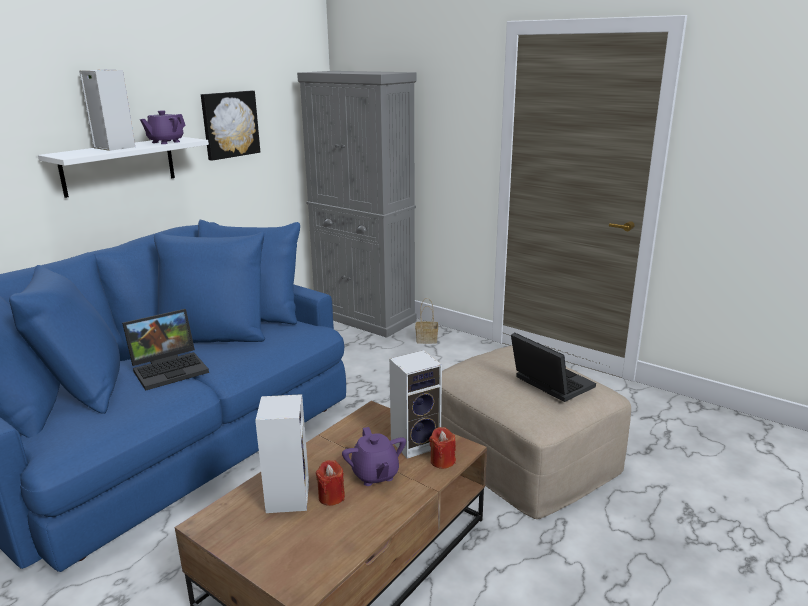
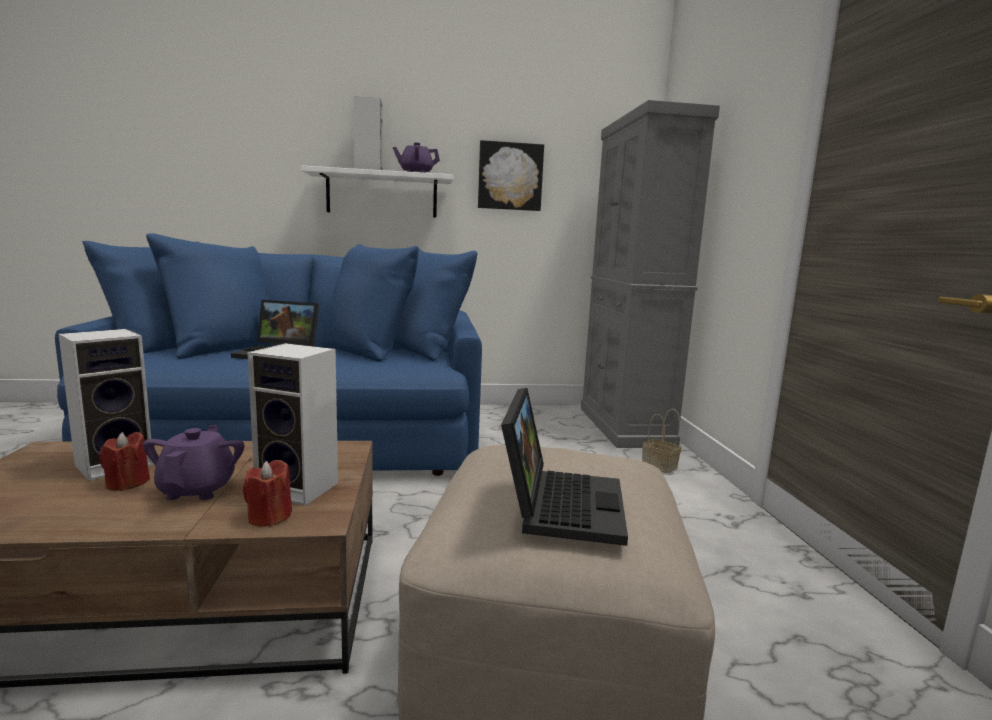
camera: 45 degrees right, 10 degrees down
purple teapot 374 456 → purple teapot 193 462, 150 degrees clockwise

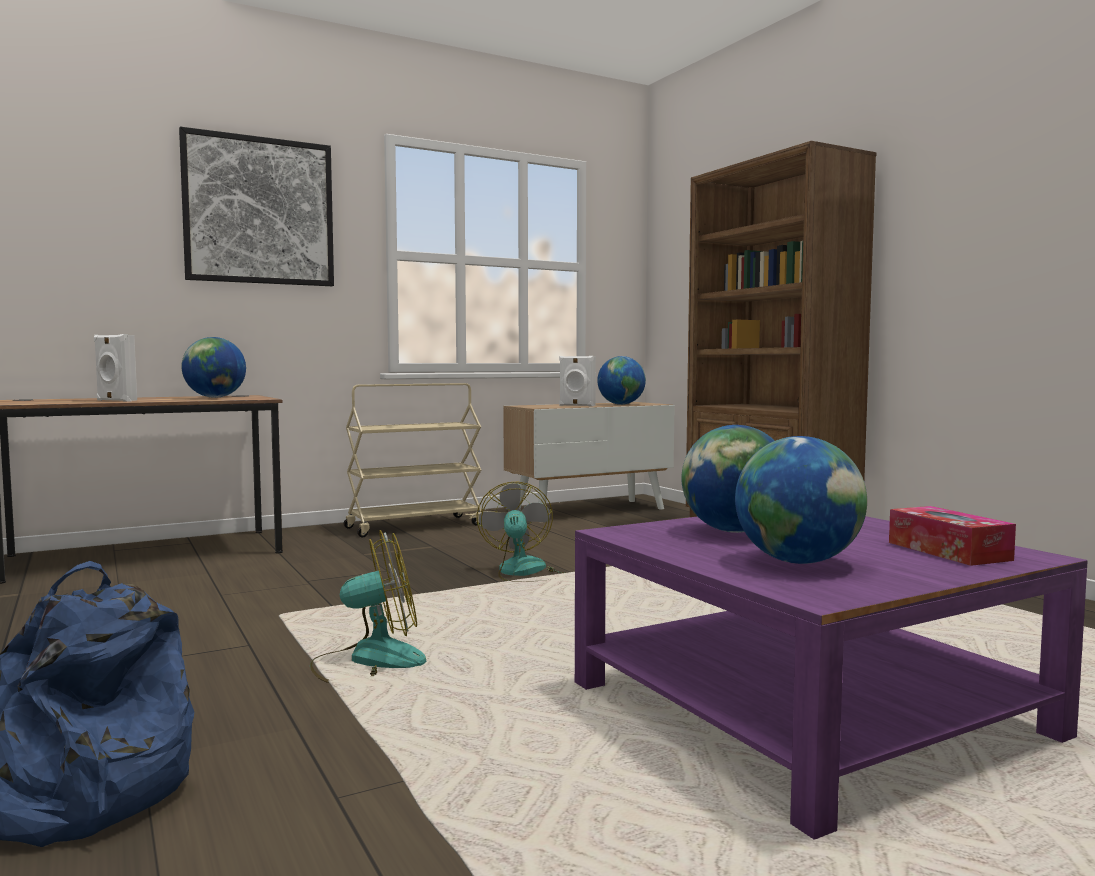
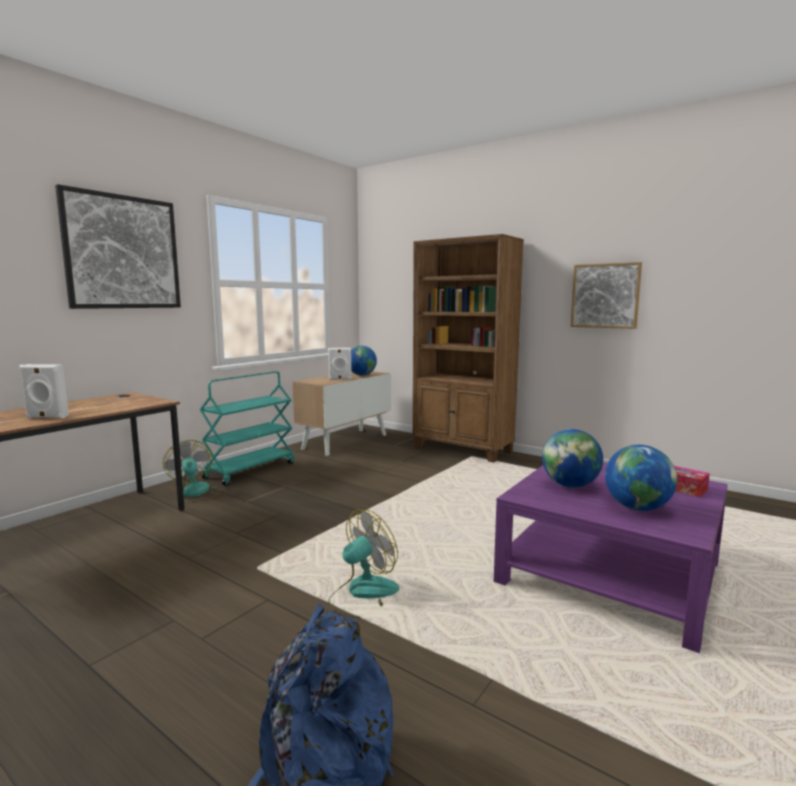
camera: 25 degrees left, 5 degrees up
fan 521 532 → fan 194 471, relocated
beige cart 412 460 → turquoise cart 247 428
- → picture 606 295
globe 213 367 → -

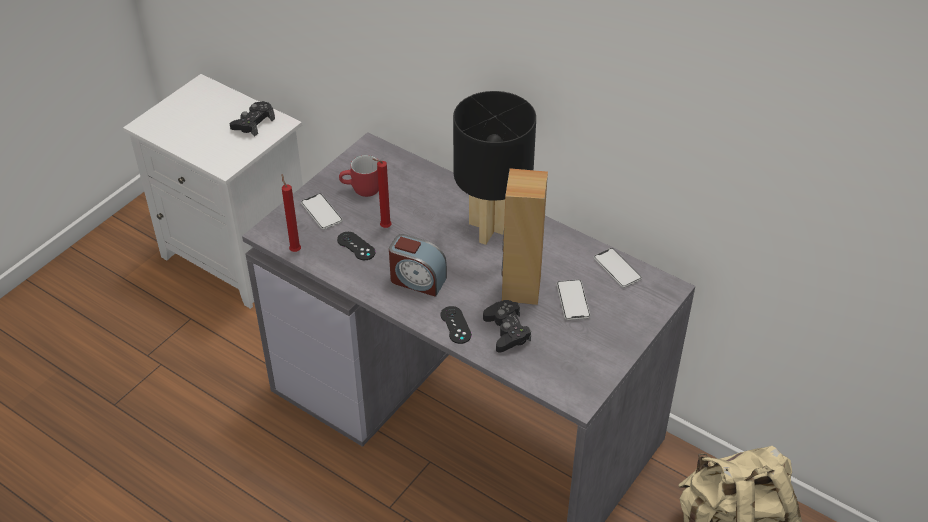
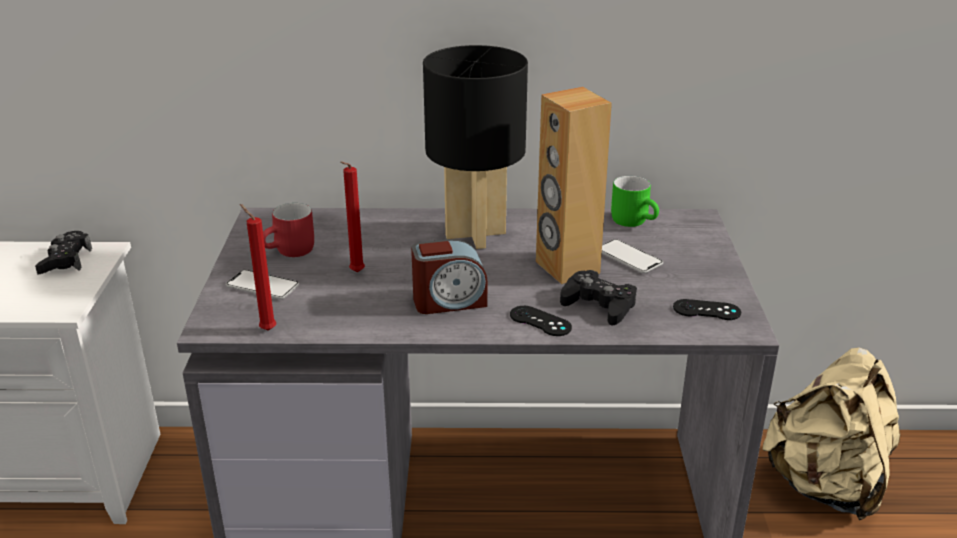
camera: 35 degrees left, 15 degrees down
phone 618 268 → green mug 635 201
black game controller 356 246 → black game controller 707 309, relocated

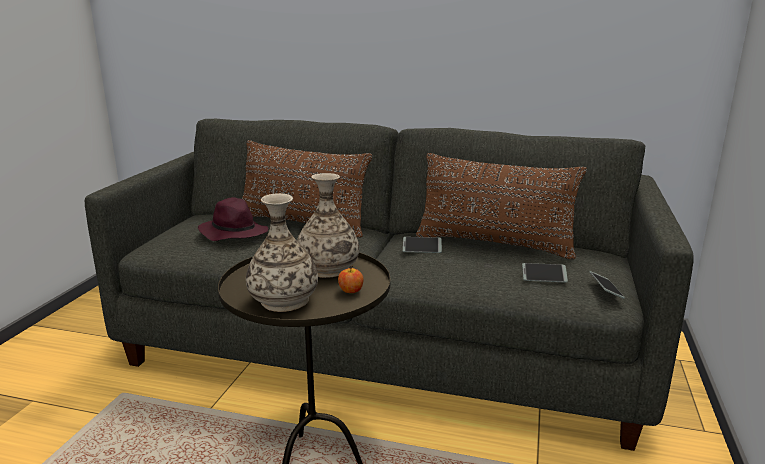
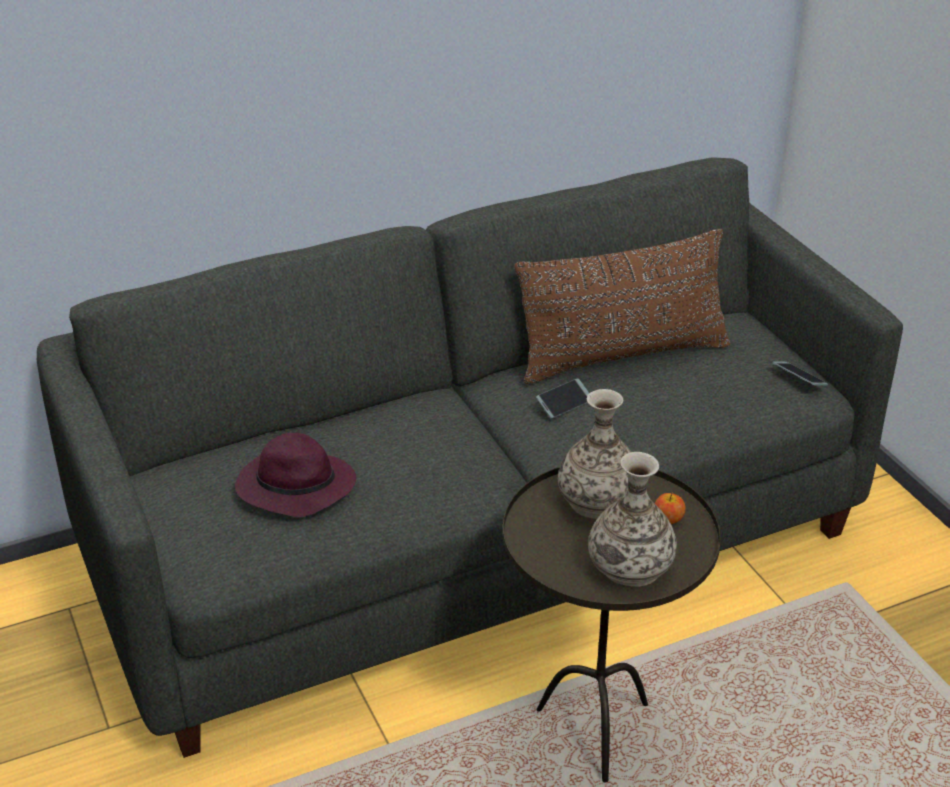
camera: 40 degrees left, 15 degrees up
brown pillow 307 189 → -
phone 545 273 → -

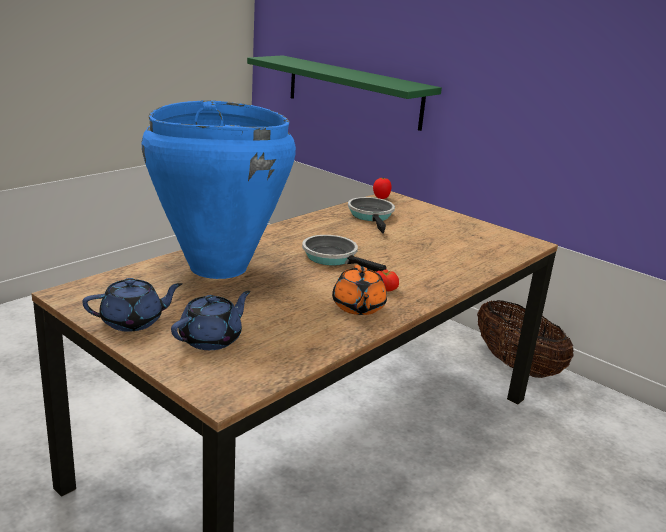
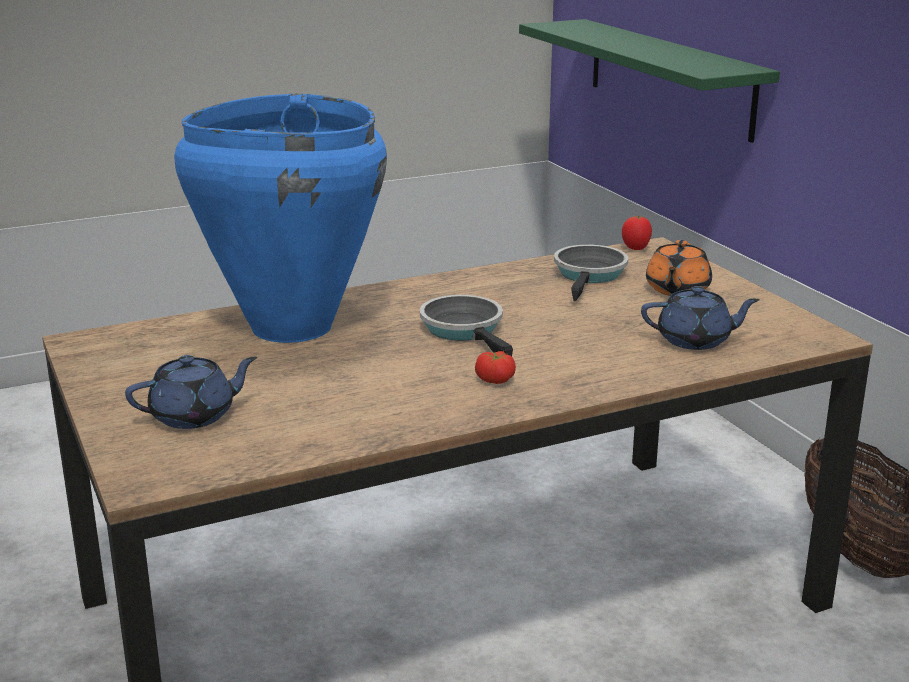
camera: 25 degrees right, 0 degrees up
blue teapot 132 305 → blue teapot 700 318, relocated
orange teapot 359 290 → orange teapot 679 268, relocated

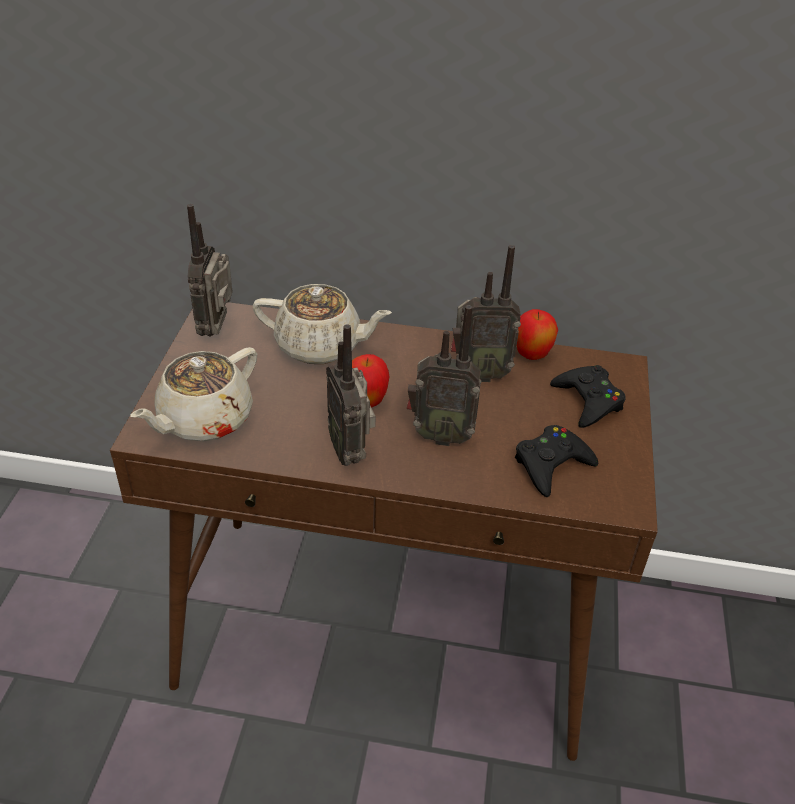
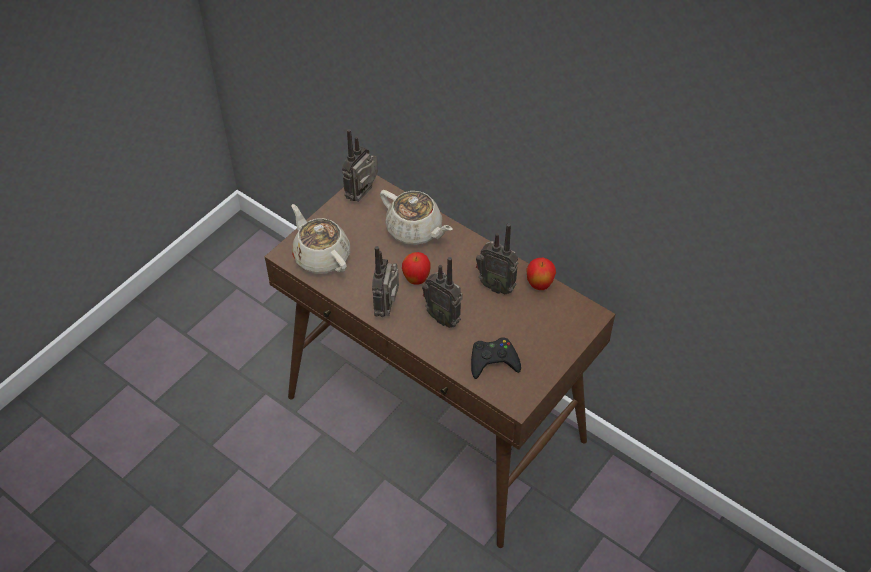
camera: 30 degrees right, 10 degrees up
beige teapot 193 394 → beige teapot 320 239, 75 degrees clockwise
black game controller 588 396 → -

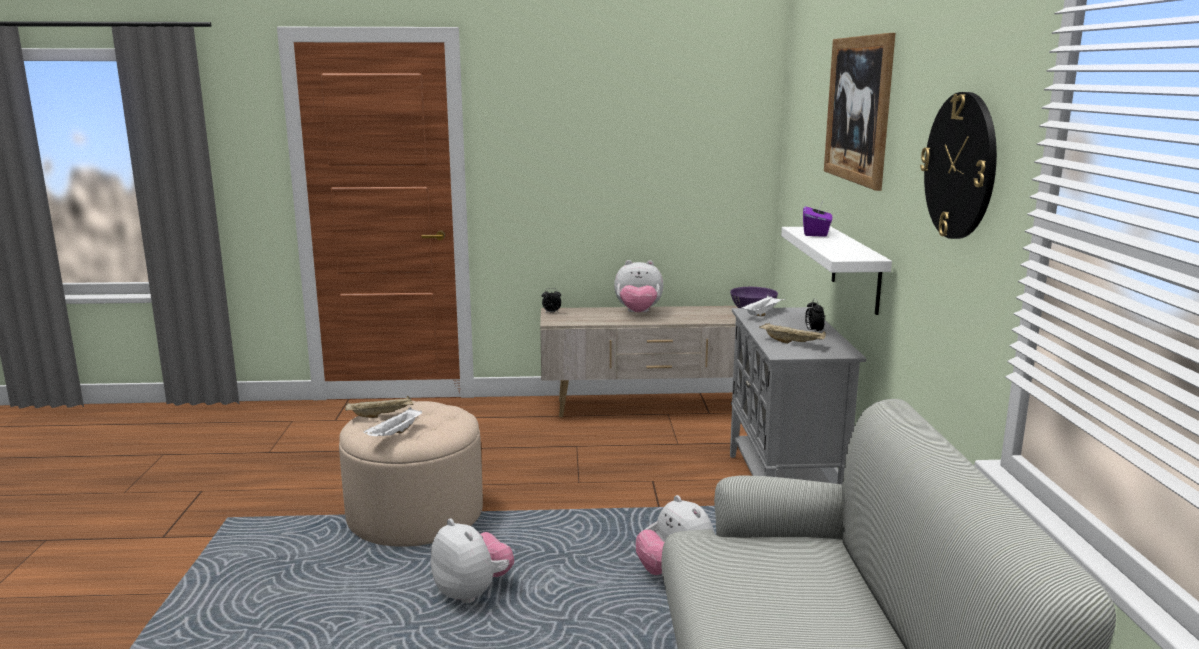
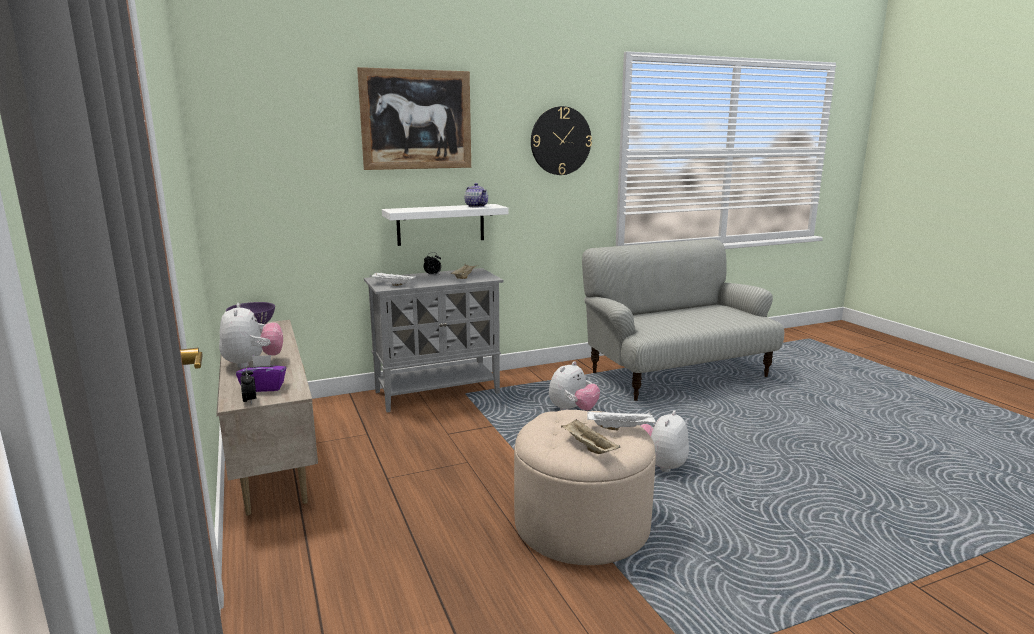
camera: 110 degrees left, 0 degrees up
purple tissue box 817 218 → purple tissue box 261 373, relocated
- → teapot 476 195

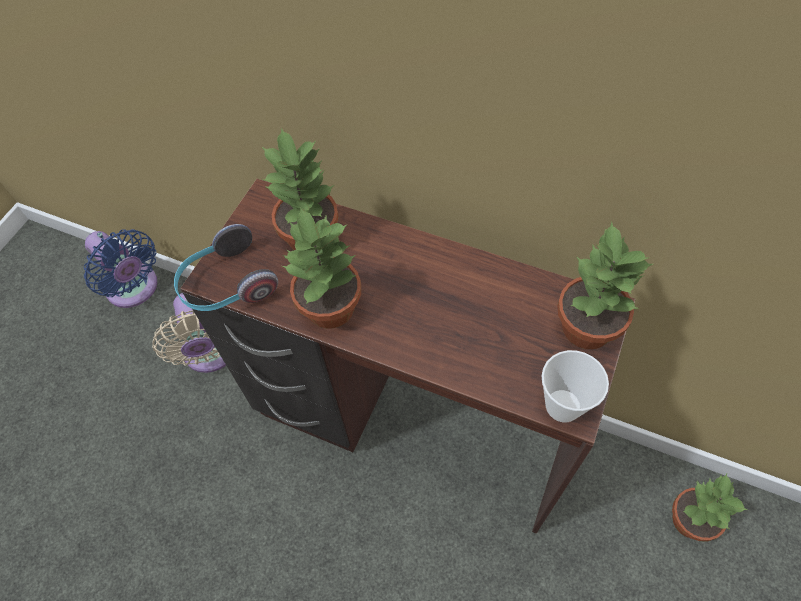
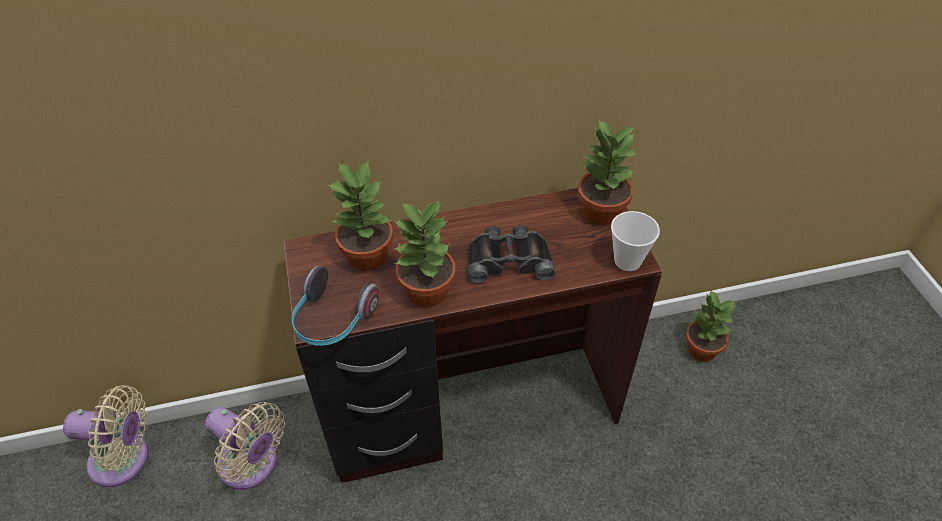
camera: 40 degrees left, 10 degrees down
blue fan 120 268 → beige fan 105 436
- → black binoculars 511 254

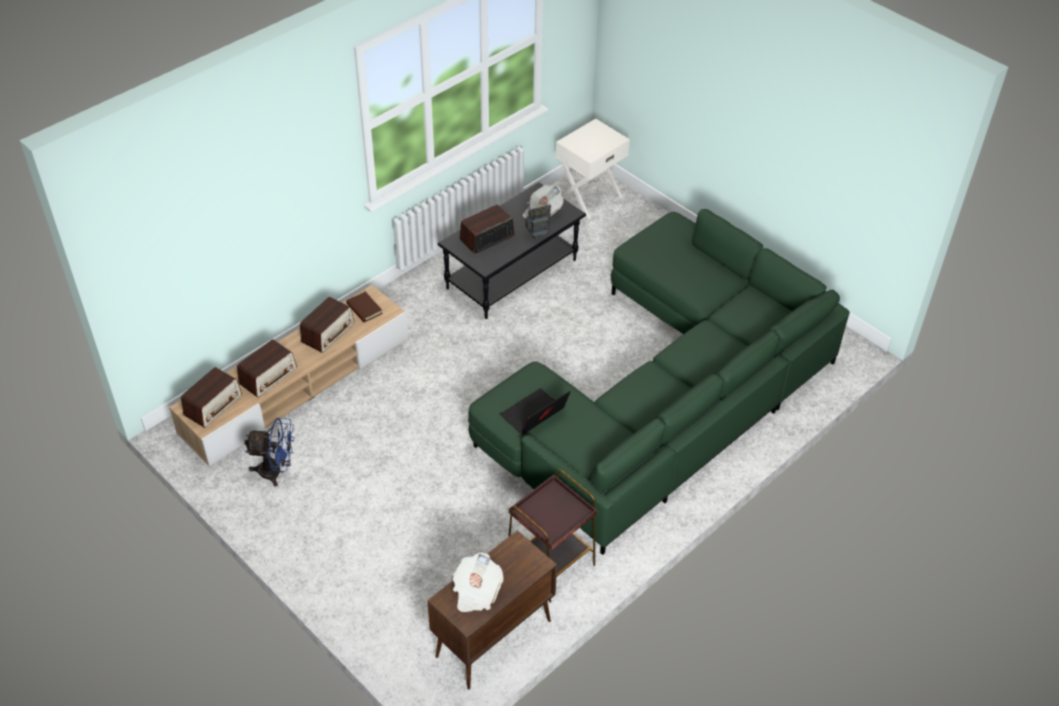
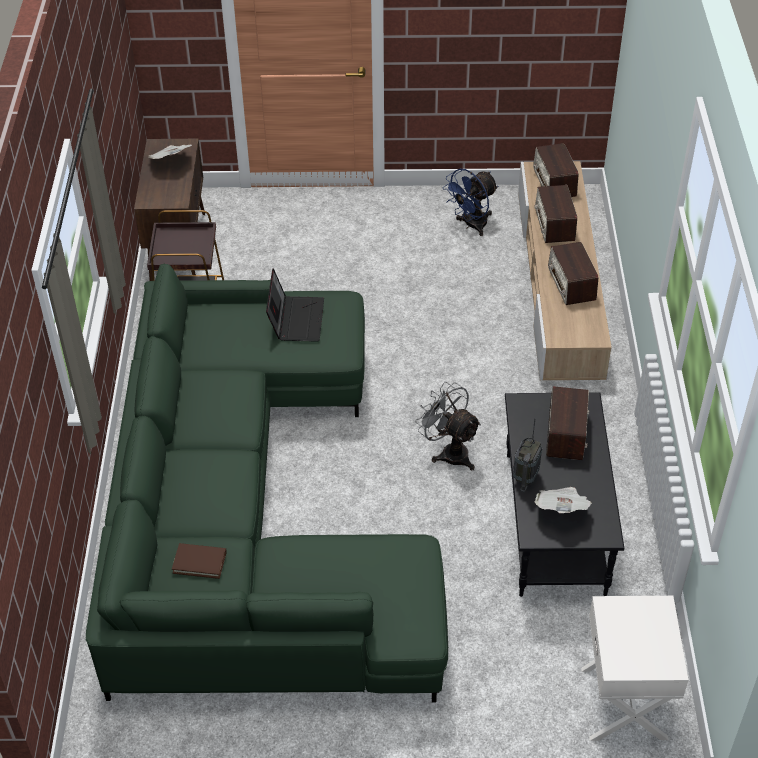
camera: 135 degrees right, 0 degrees up
brown book 364 307 → brown book 199 561, relocated
- → grey fan 448 426

